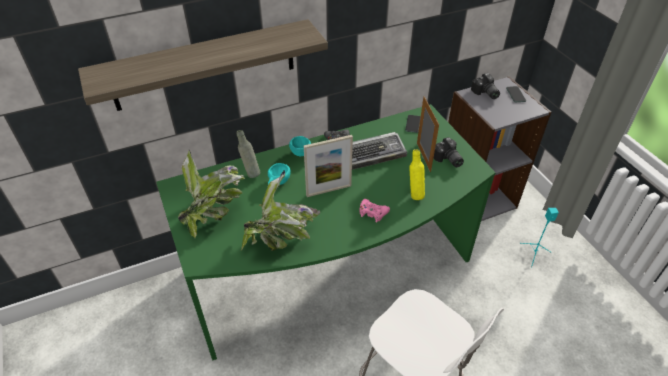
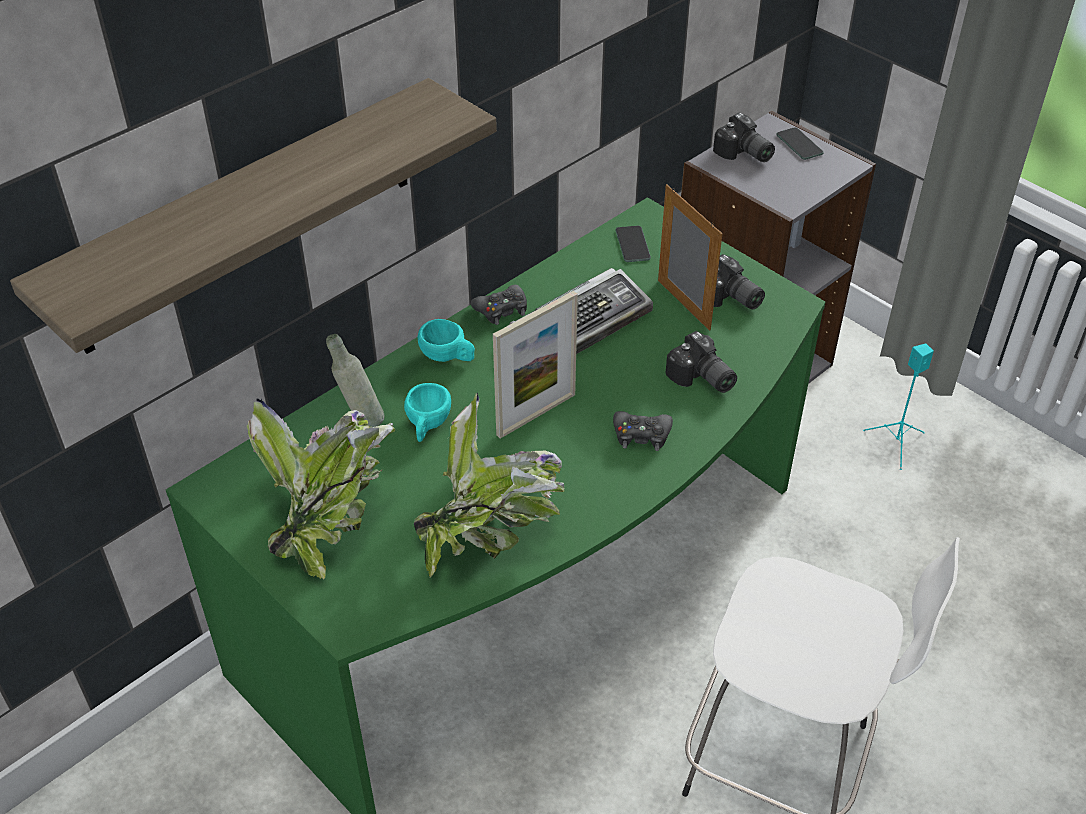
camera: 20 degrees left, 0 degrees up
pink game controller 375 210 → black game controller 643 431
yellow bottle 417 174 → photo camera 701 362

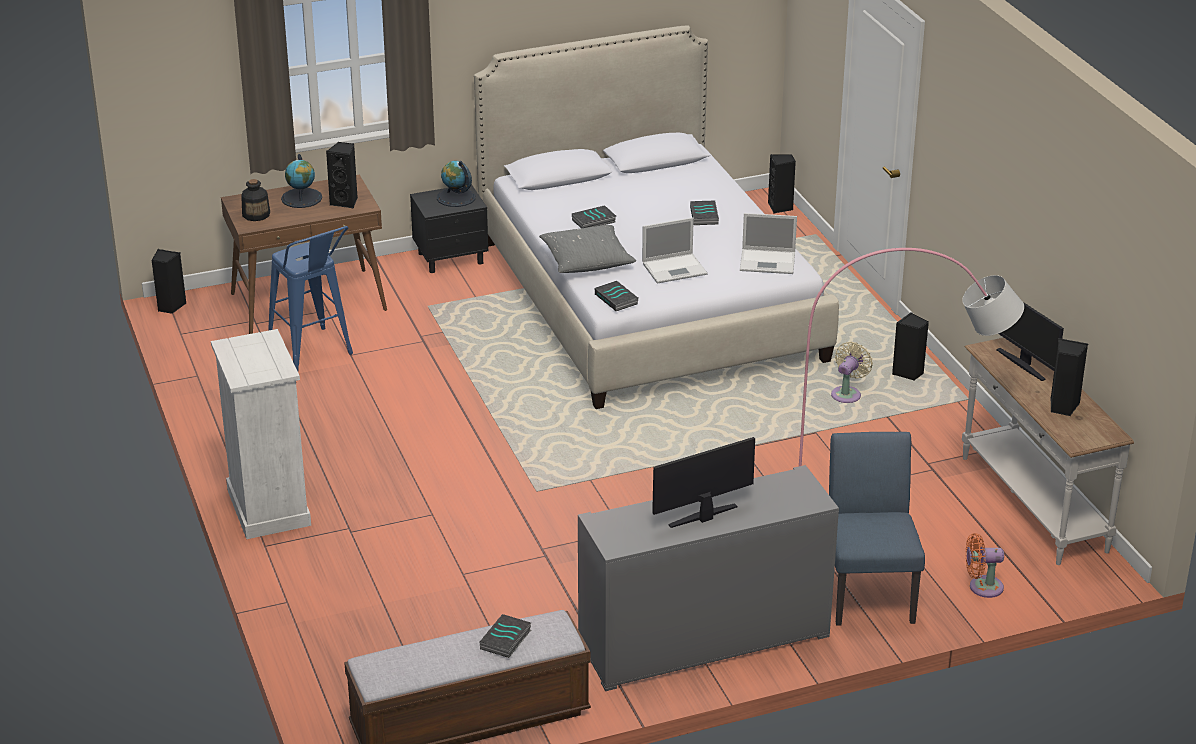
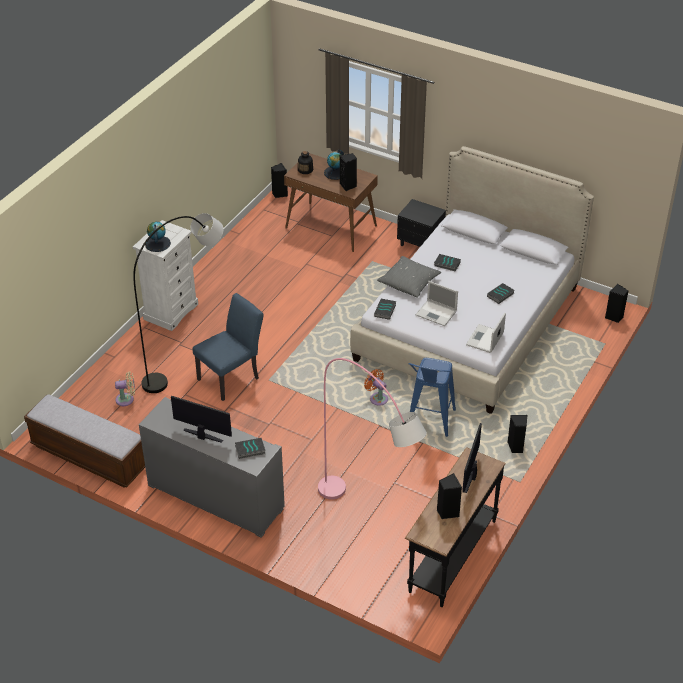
camera: 50 degrees right, 10 degrees up
beige fan 852 372 → beige fan 125 389, relocated
- → grey floor lamp 178 303
globe 456 184 → globe 158 237, relocated
blue chair 877 528 → blue chair 228 347, relocated
book 505 636 → book 250 448, relocated
orange fan 985 565 → orange fan 376 387, relocated
white console table 1048 451 → black console table 455 527
blue stool 310 298 → blue stool 432 397, relocated
laptop 768 243 → laptop 486 333, 60 degrees clockwise

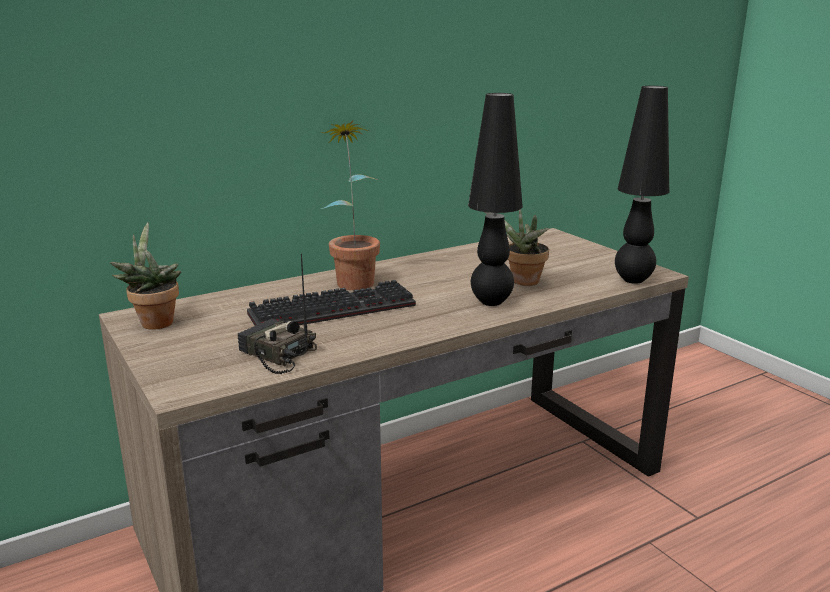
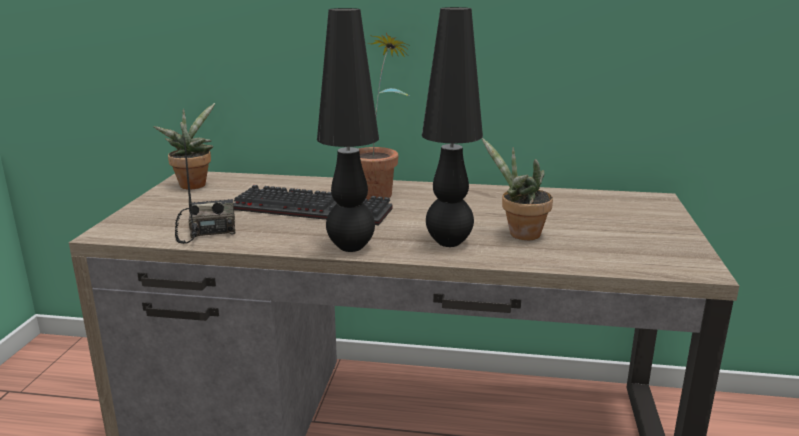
camera: 40 degrees right, 0 degrees up
black table lamp 642 185 → black table lamp 348 130, relocated

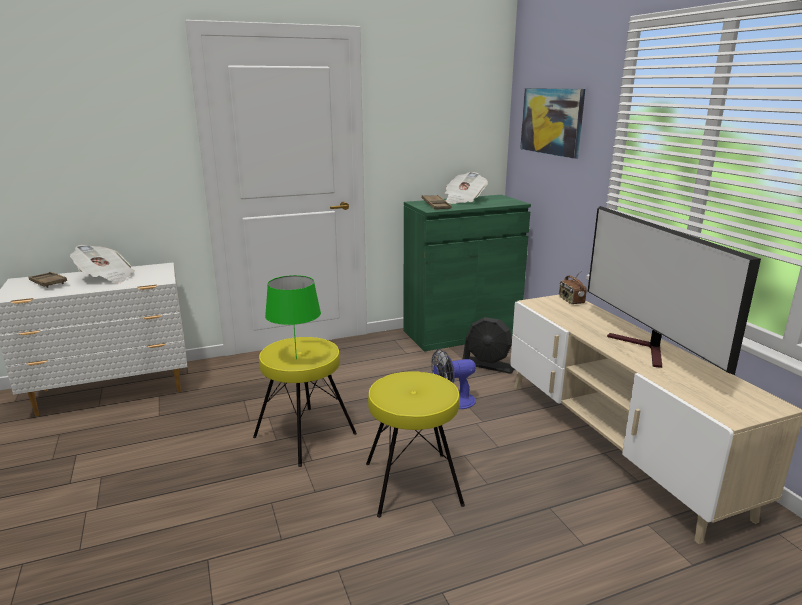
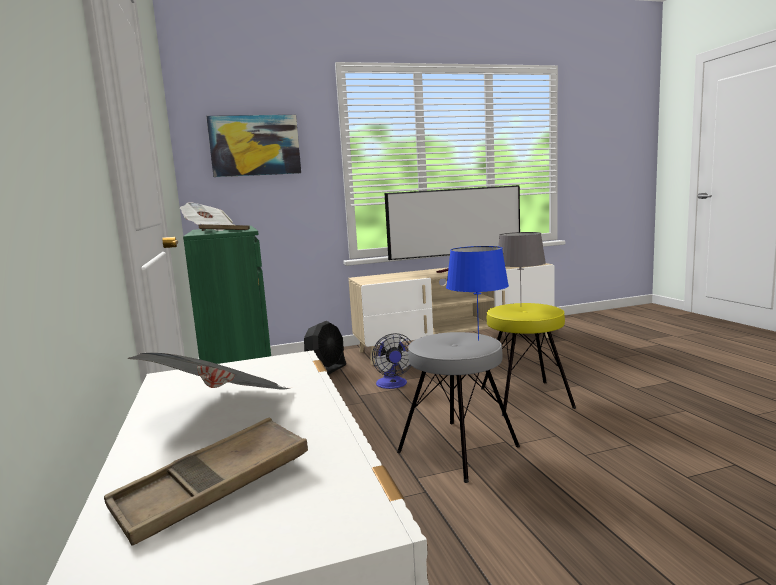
camera: 85 degrees left, 10 degrees down
yellow stool 305 402 → grey stool 458 407
green table lamp 293 317 → blue table lamp 477 293
- → grey table lamp 522 261
radio 573 287 → -

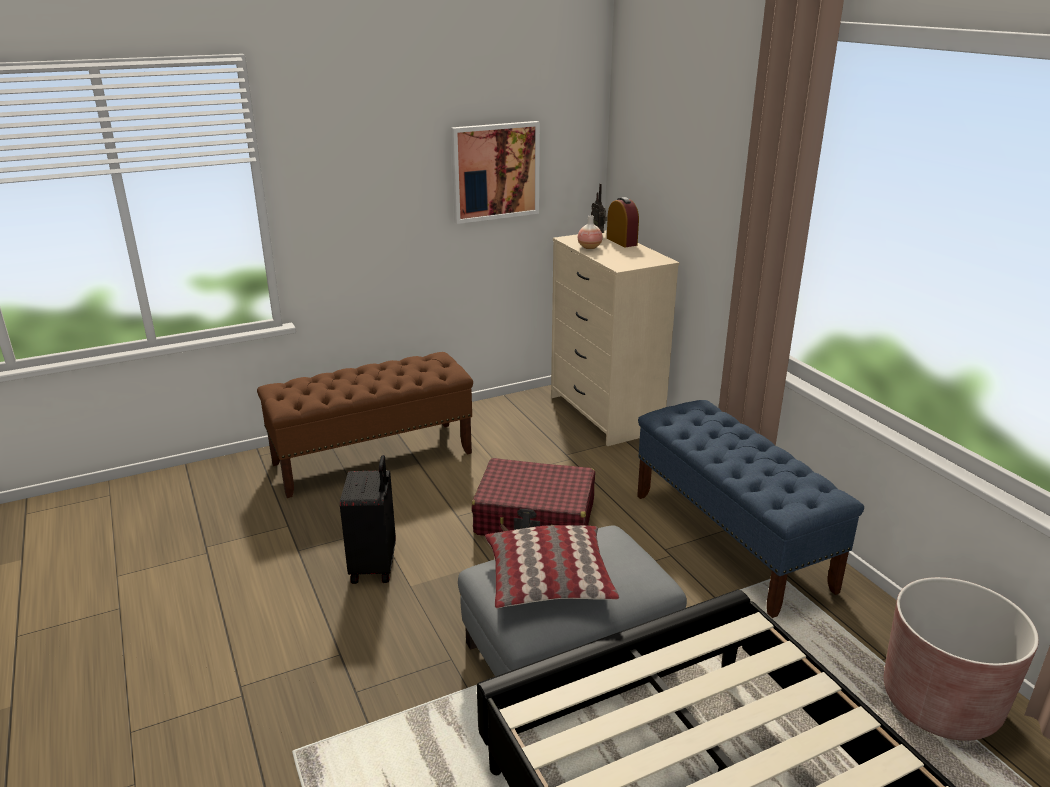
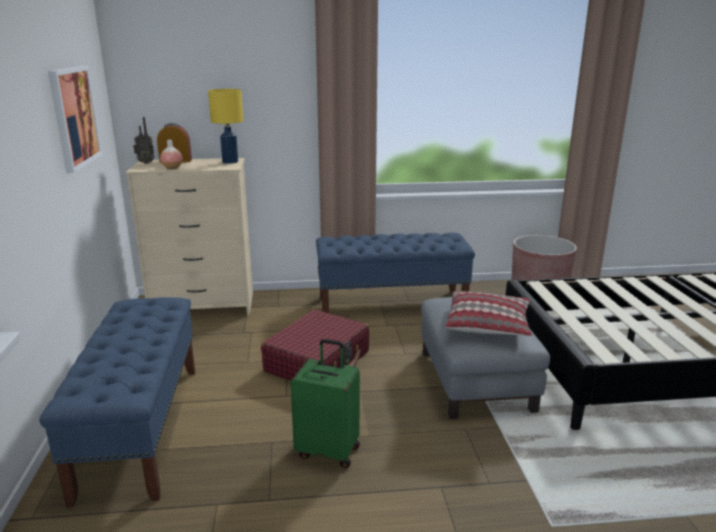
camera: 70 degrees left, 5 degrees down
brown bench 365 425 → blue bench 117 402
- → yellow table lamp 225 126
black suitcase 368 519 → green suitcase 325 403

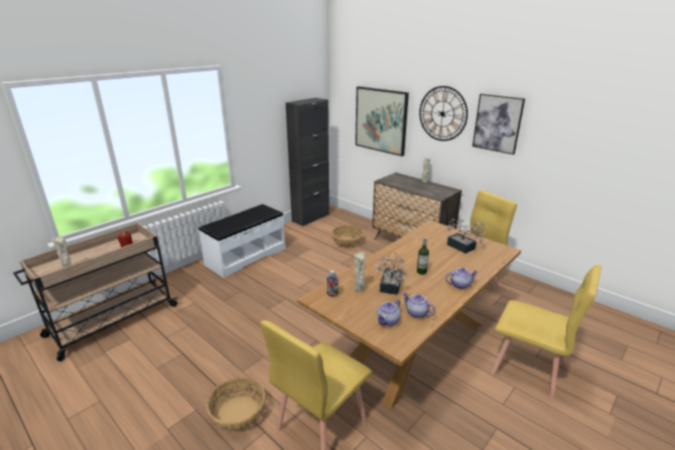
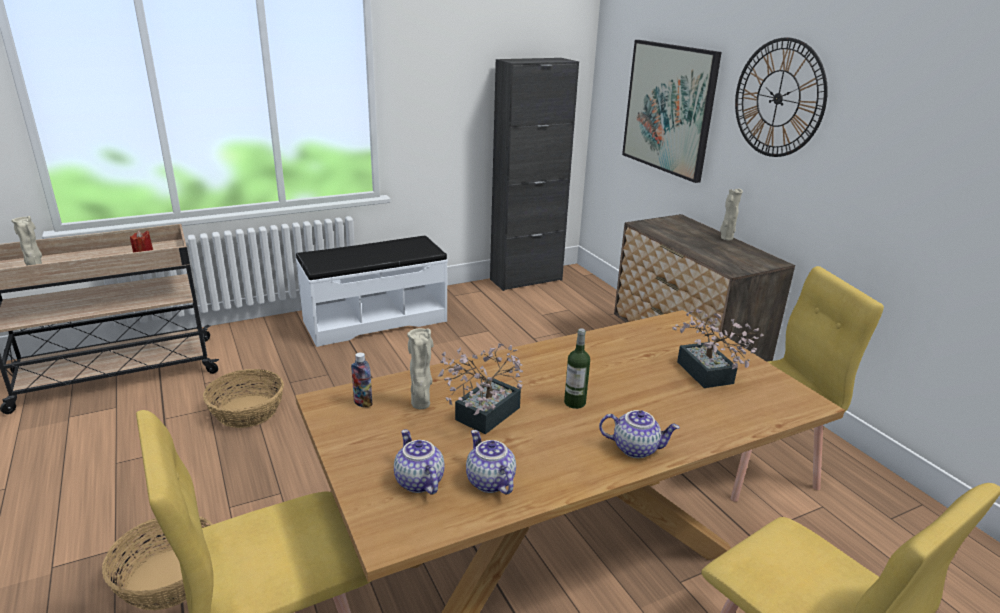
camera: 20 degrees right, 0 degrees up
basket 347 236 → basket 243 398, relocated
teapot 388 312 → teapot 419 462, 90 degrees clockwise
picture 498 124 → -

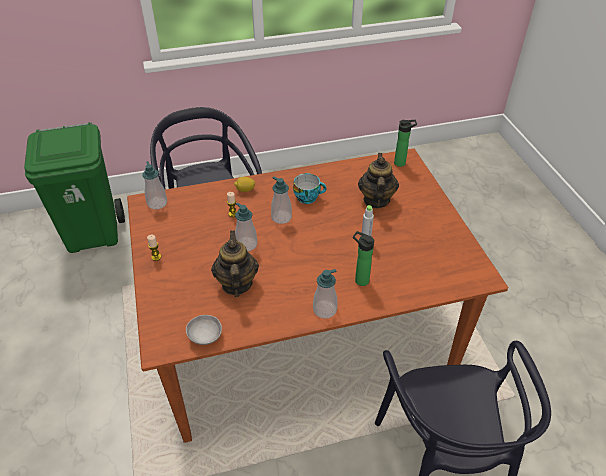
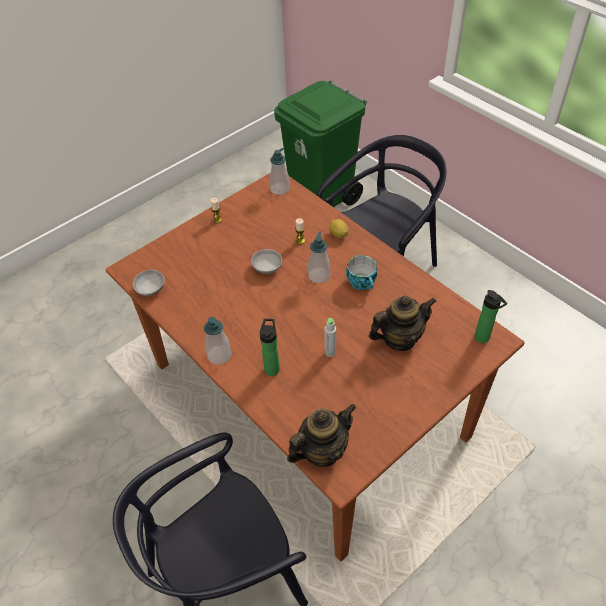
camera: 65 degrees right, 5 degrees up
soap dispenser 246 227 → grey bowl 266 261
teapot 235 264 → teapot 321 435, relocated

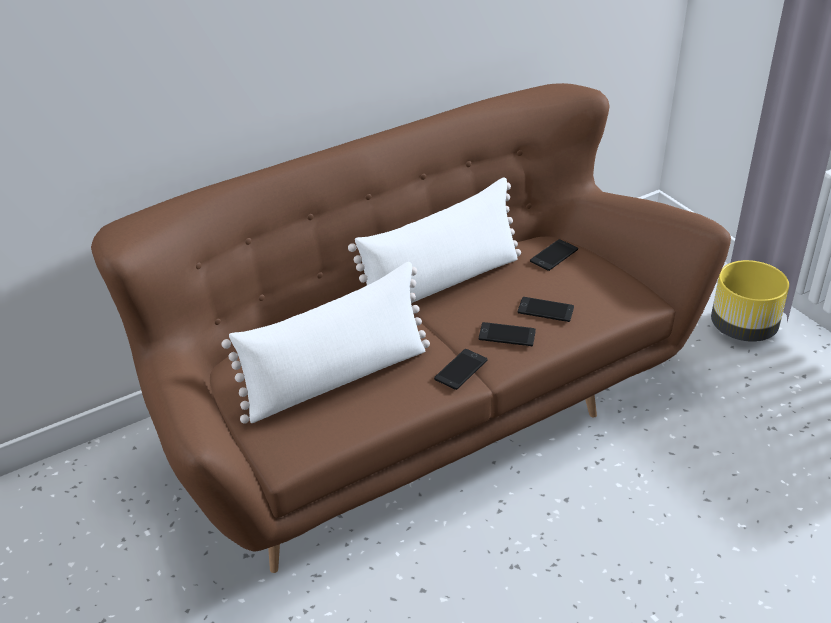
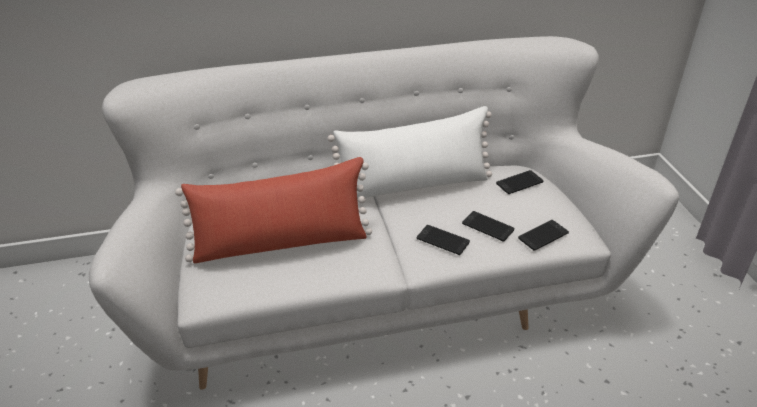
camera: 20 degrees right, 0 degrees up
brown sofa 411 328 → white sofa 384 213
white pillow 326 343 → red pillow 273 210
phone 461 369 → phone 543 235, relocated
yellow planter 750 301 → -

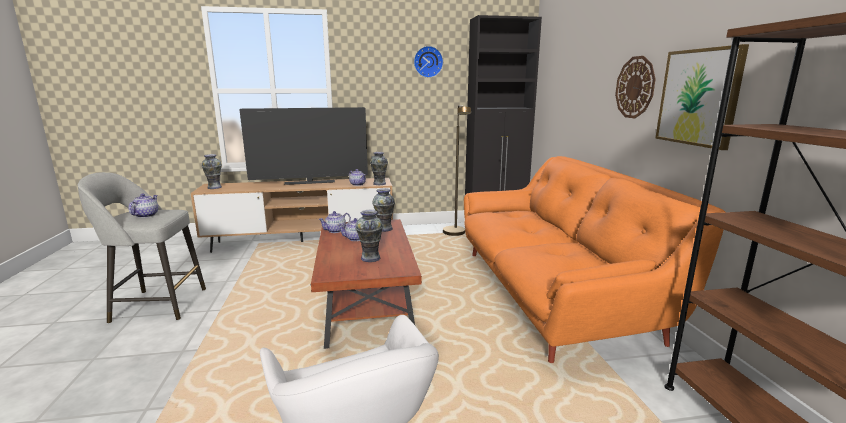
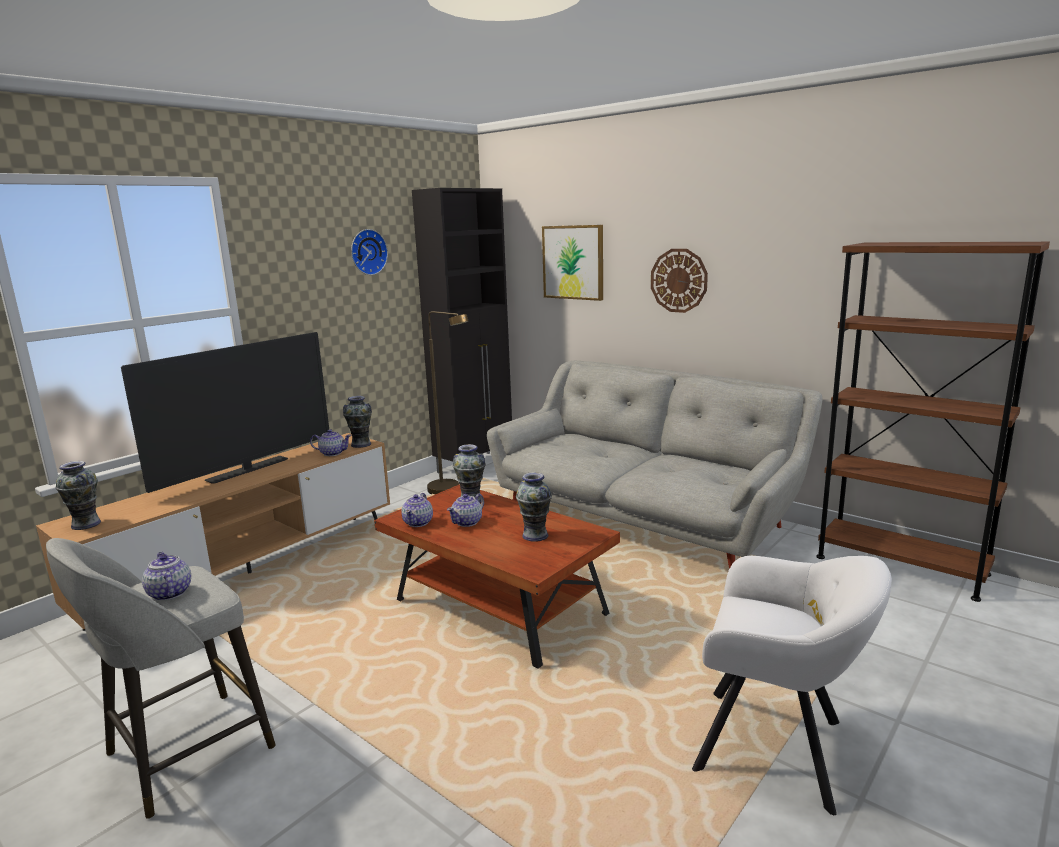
camera: 40 degrees left, 0 degrees up
orange sofa 594 259 → grey sofa 655 465
picture 702 97 → picture 572 263, relocated

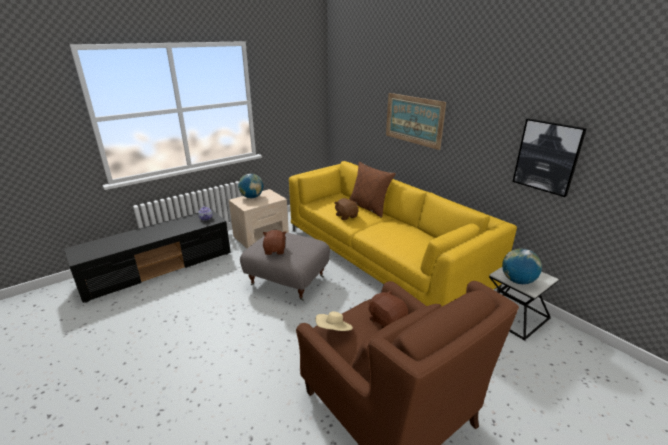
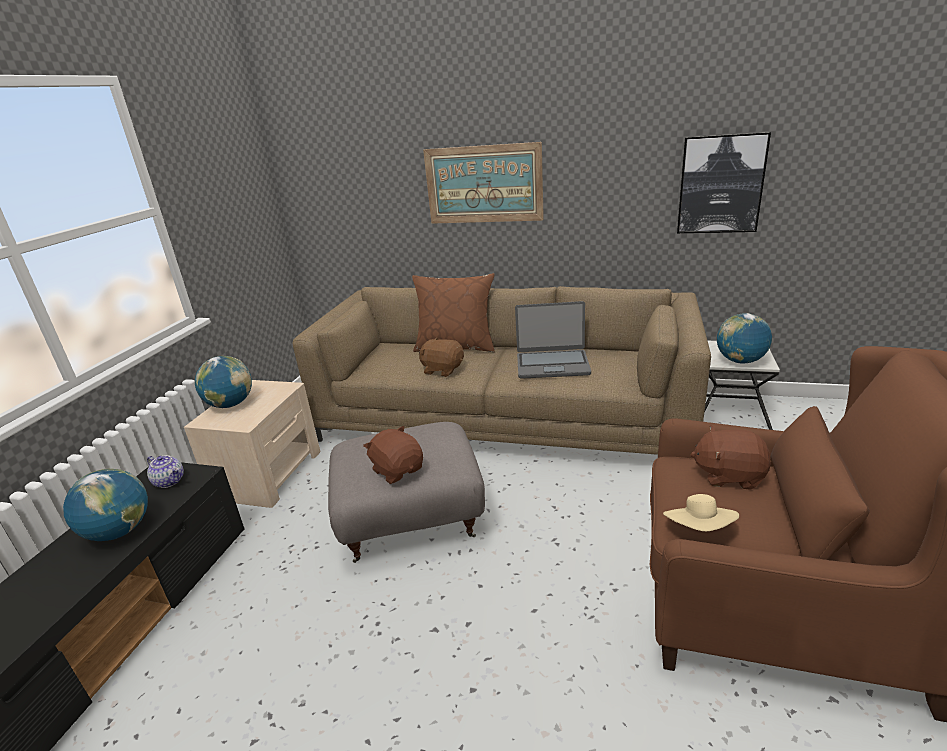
camera: 35 degrees left, 0 degrees up
- → globe 105 505
yellow sofa 403 234 → brown sofa 502 370
- → laptop 553 340

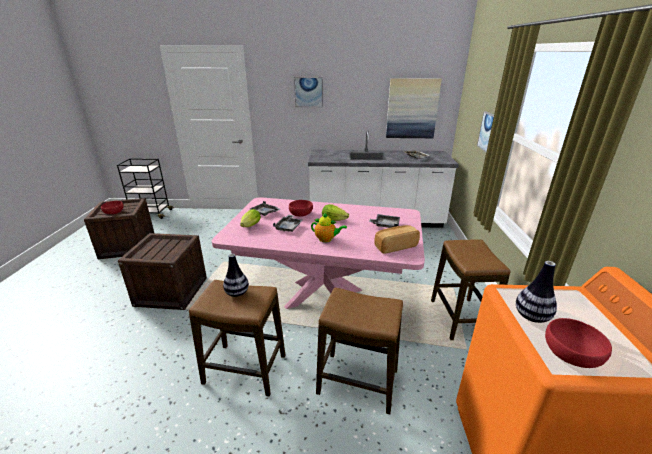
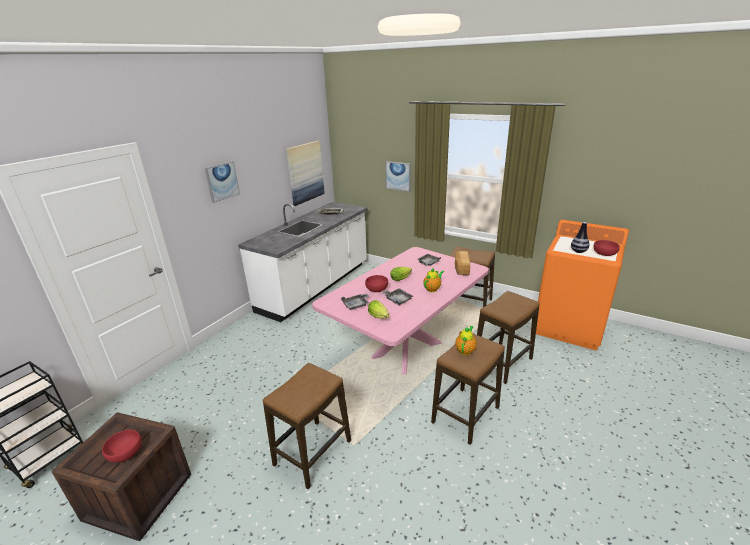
camera: 60 degrees left, 0 degrees up
crate 162 271 → stool 307 426
vase 236 275 → teapot 466 340

